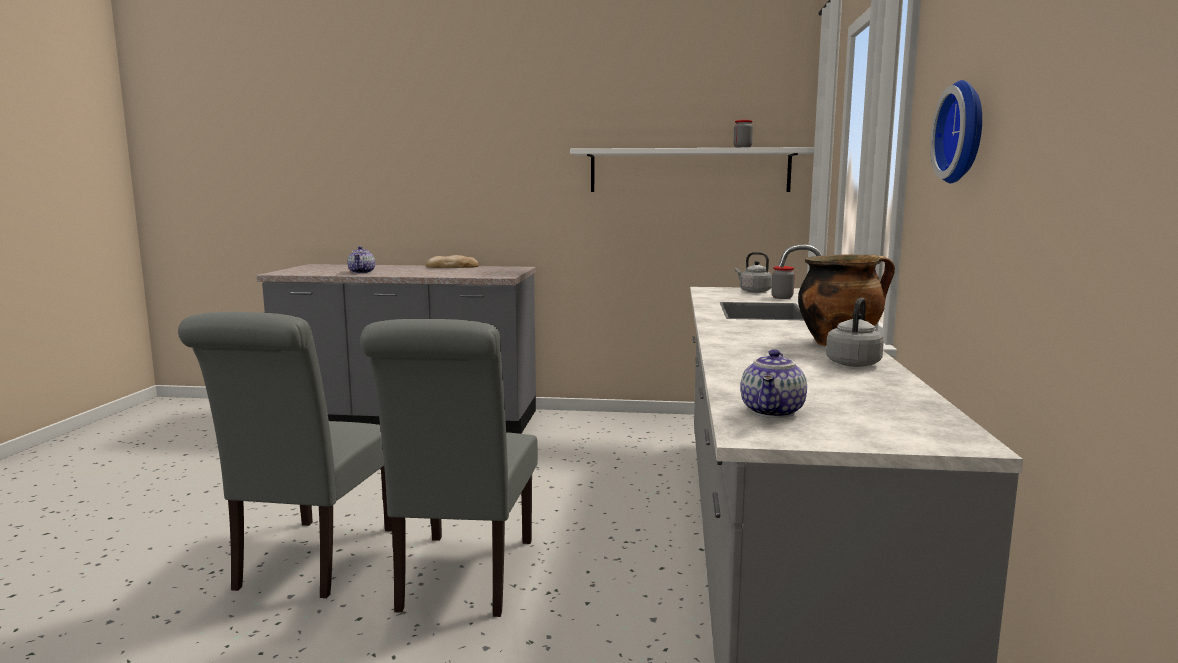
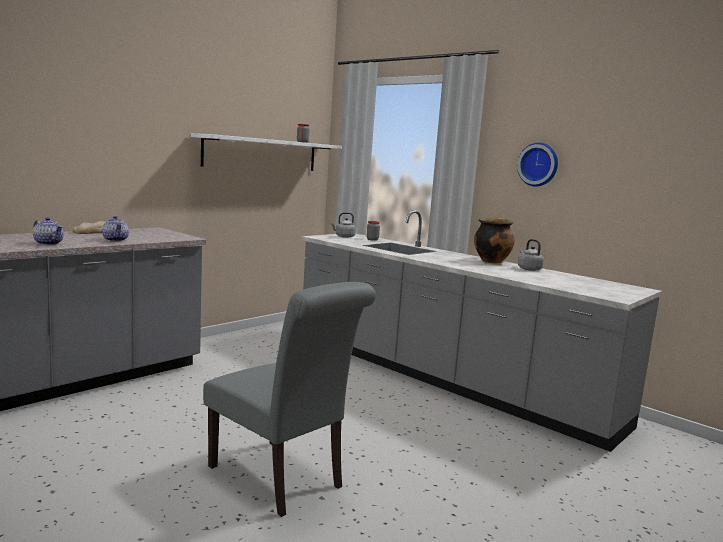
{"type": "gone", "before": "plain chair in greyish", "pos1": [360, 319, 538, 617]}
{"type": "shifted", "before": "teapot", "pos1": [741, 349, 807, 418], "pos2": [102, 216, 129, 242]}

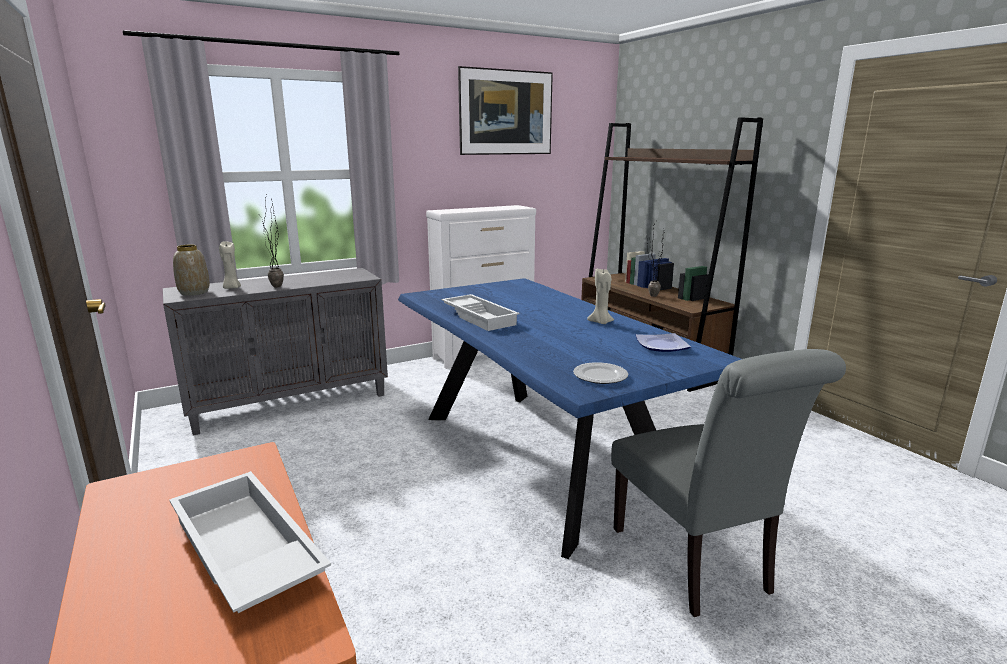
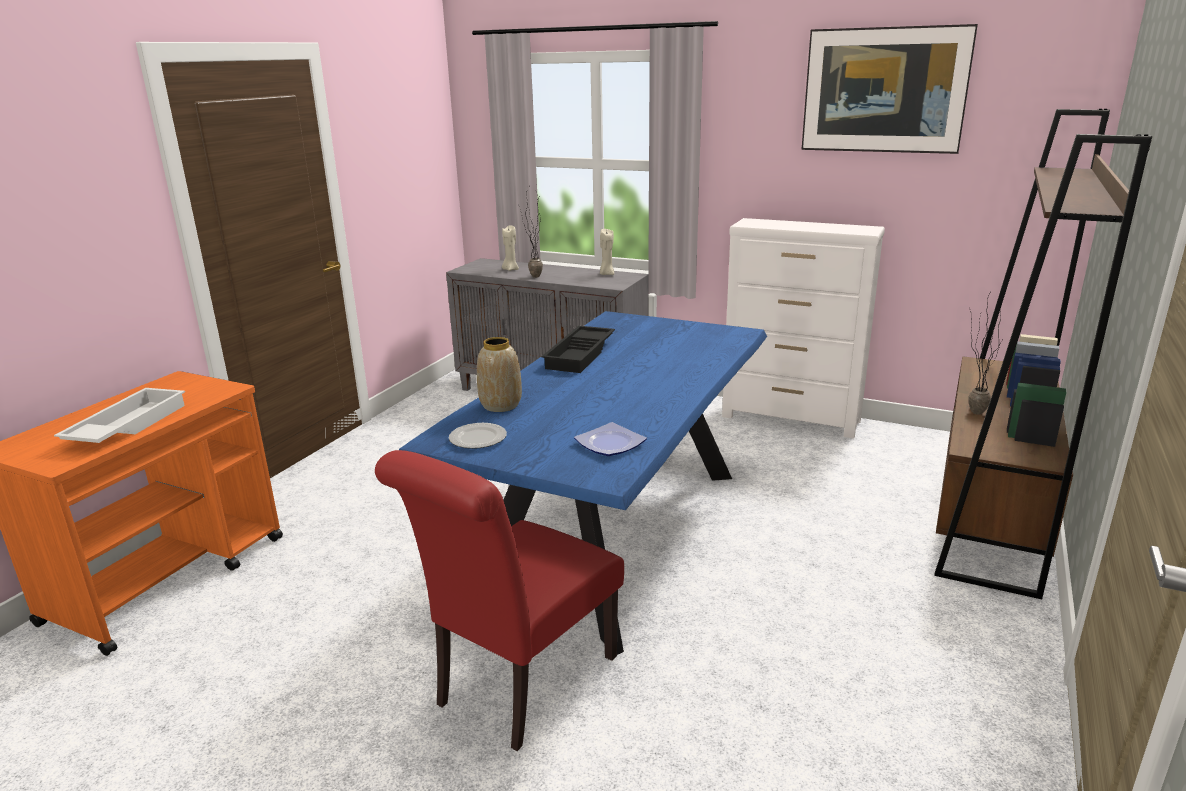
{"type": "shifted", "before": "decorative vase", "pos1": [173, 244, 210, 296], "pos2": [477, 337, 522, 412]}
{"type": "shifted", "before": "wax candle in sand-coloured", "pos1": [587, 269, 614, 324], "pos2": [600, 229, 614, 275]}
{"type": "repainted", "before": "tray in white", "after": "tray in black", "pos1": [441, 294, 519, 331], "pos2": [542, 326, 615, 373]}
{"type": "repainted", "before": "plain chair in greyish", "after": "plain chair in reddish", "pos1": [611, 349, 846, 617], "pos2": [375, 450, 624, 751]}

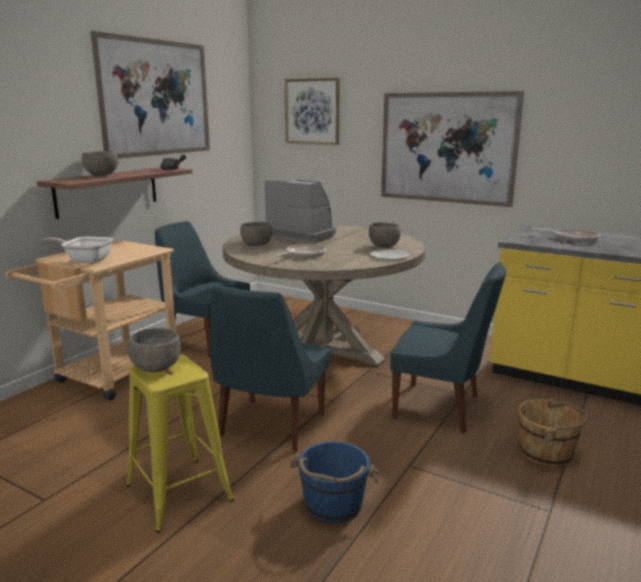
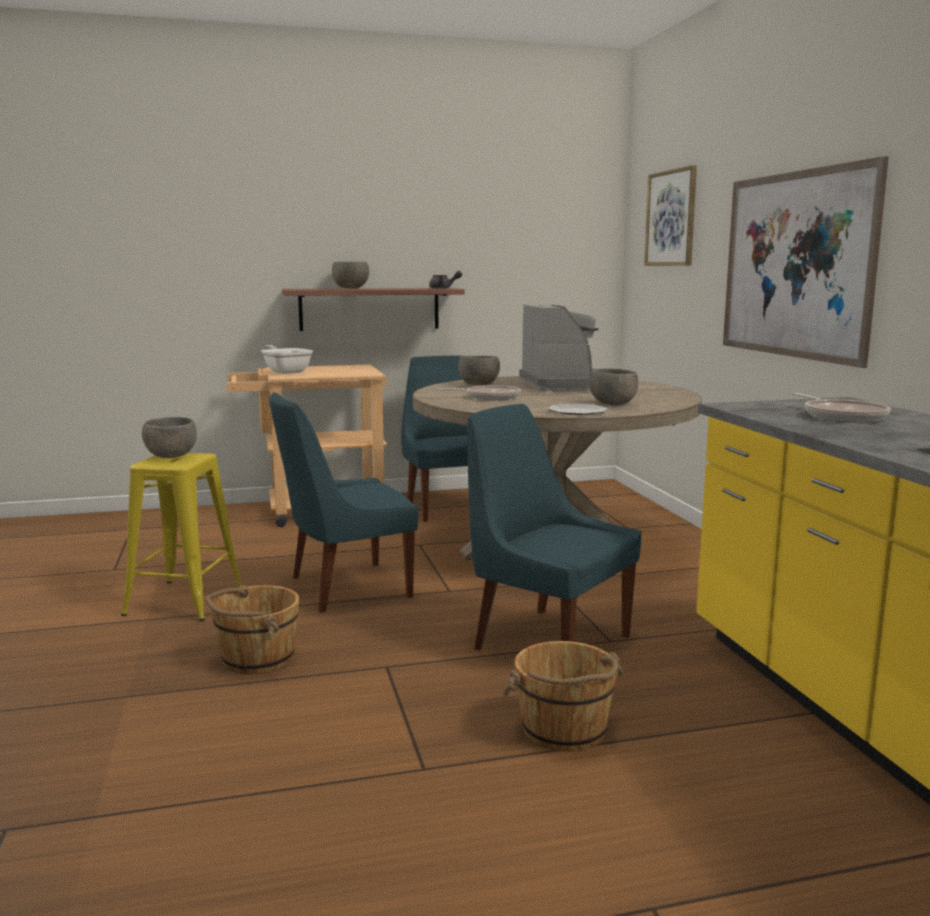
{"type": "gone", "before": "picture", "pos1": [90, 31, 210, 159]}
{"type": "repainted", "before": "bucket in bluish", "after": "bucket in brown-coloured", "pos1": [290, 441, 379, 523], "pos2": [205, 585, 300, 674]}
{"type": "rotated", "before": "plain chair in bluish", "pos1": [390, 262, 506, 433], "pos2": [468, 404, 641, 650], "turn": 150}

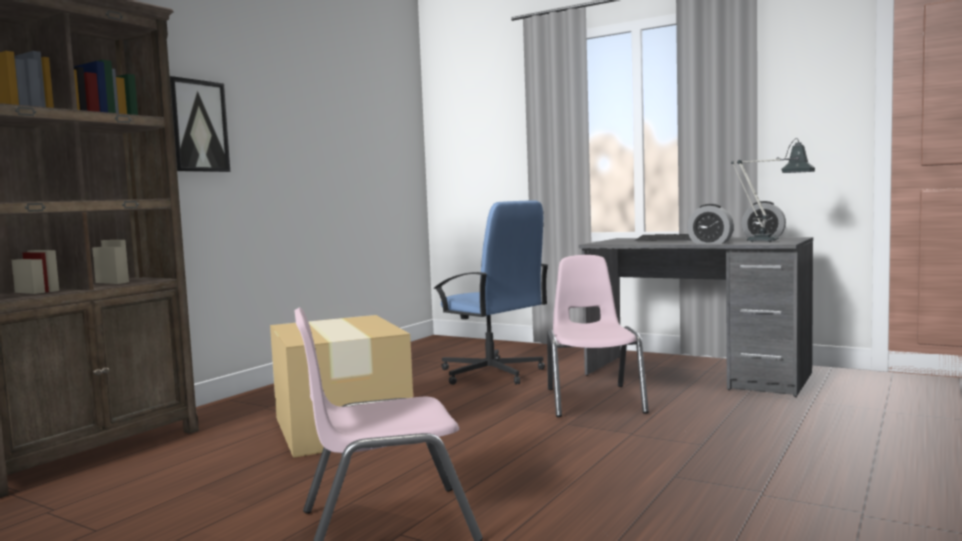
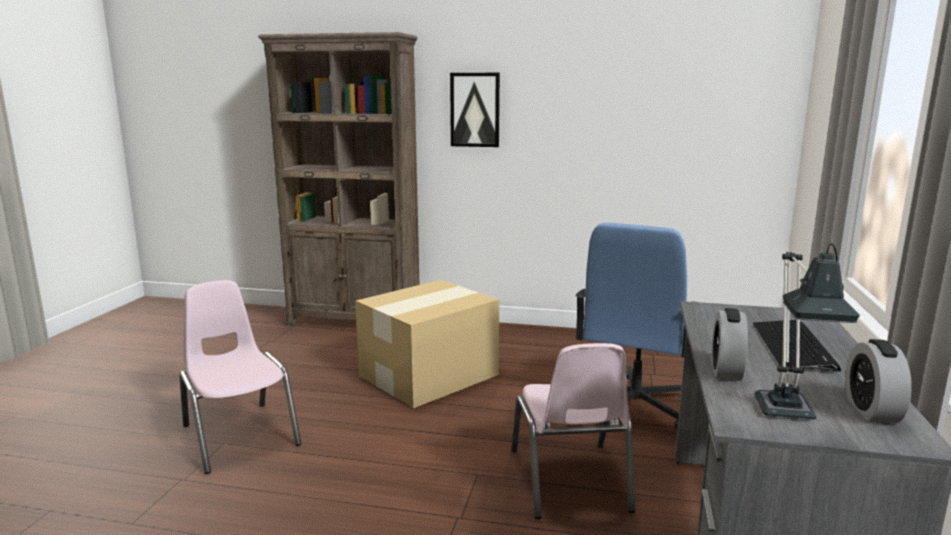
{"type": "rotated", "before": "plain chair in pink", "pos1": [547, 255, 649, 417], "pos2": [511, 343, 635, 519], "turn": 105}

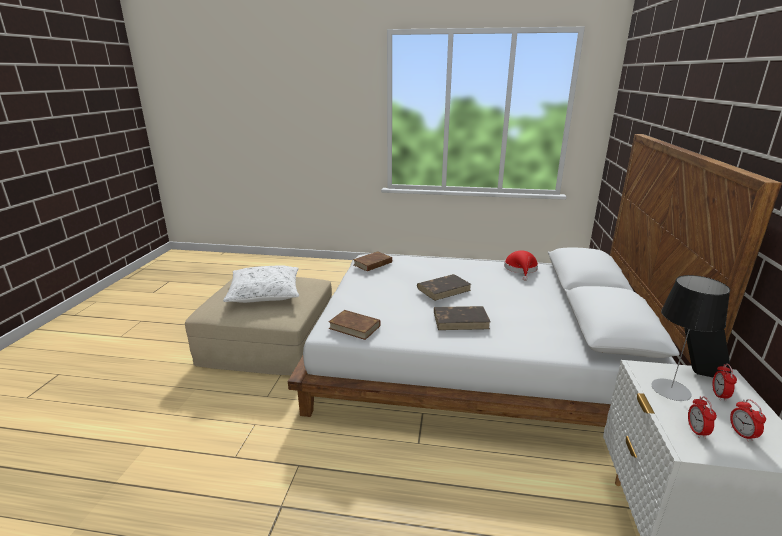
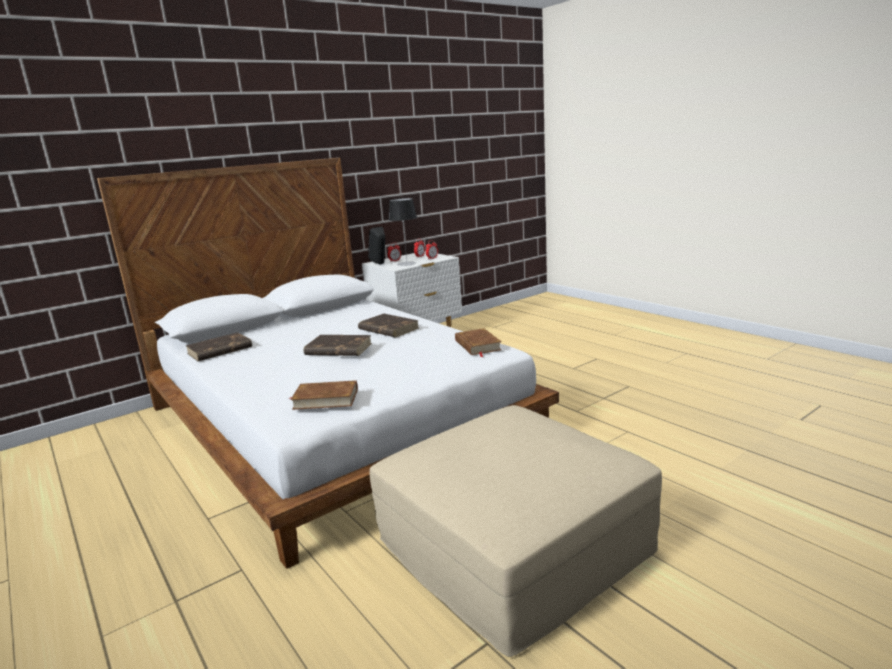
{"type": "gone", "before": "cushion in white", "pos1": [223, 265, 299, 303]}
{"type": "swapped", "before": "clothing hat in reddish", "after": "bound book in brown-coloured", "pos1": [504, 250, 538, 281], "pos2": [185, 332, 252, 361]}

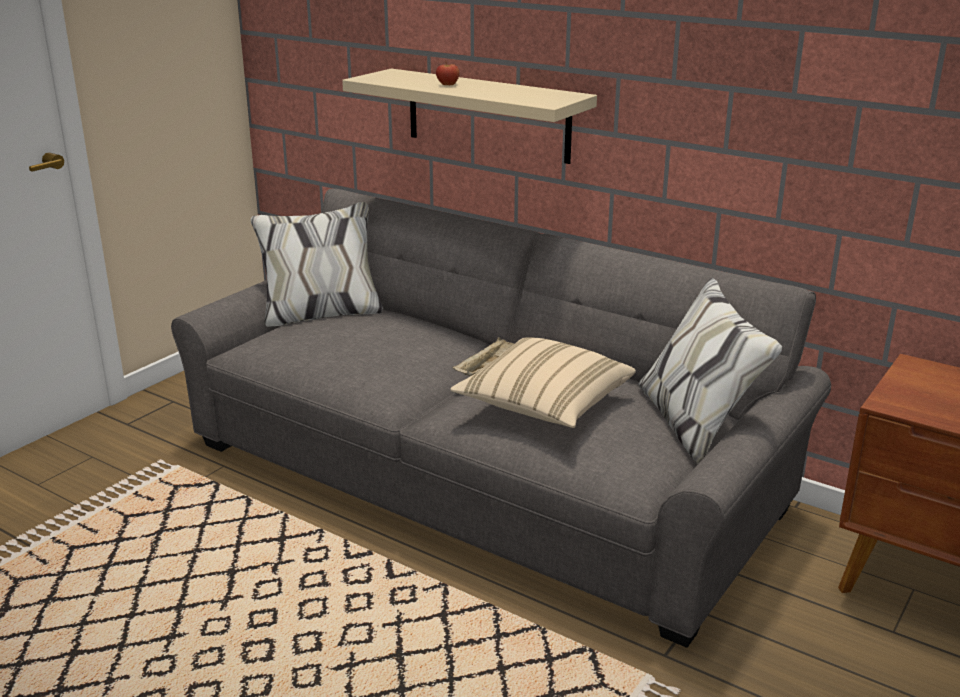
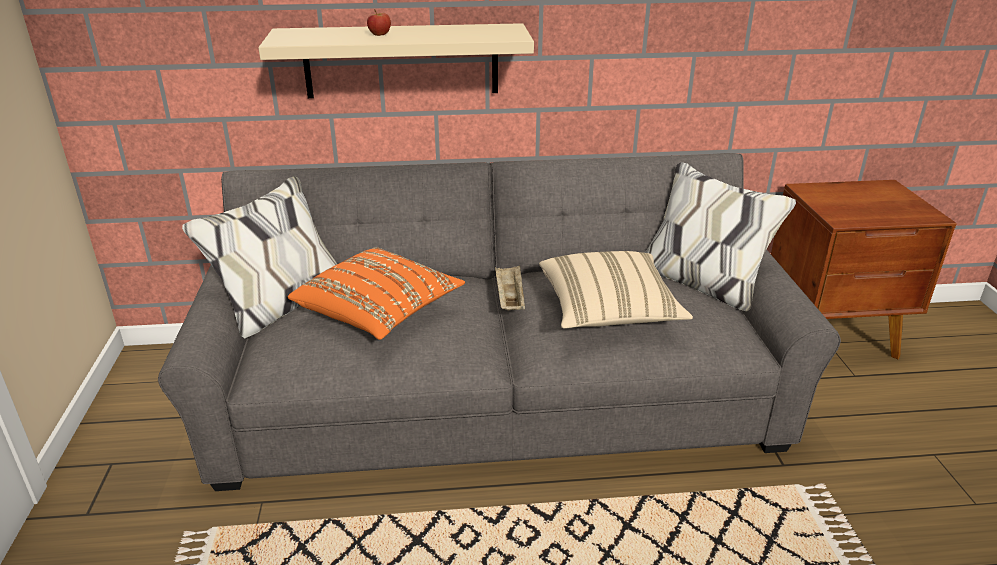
{"type": "new", "after": "cushion in orange", "pos2": [288, 247, 465, 340]}

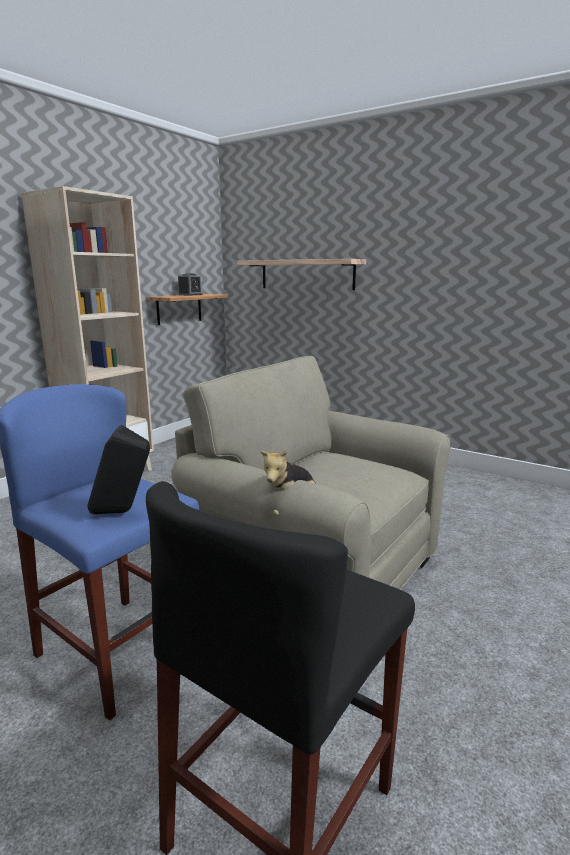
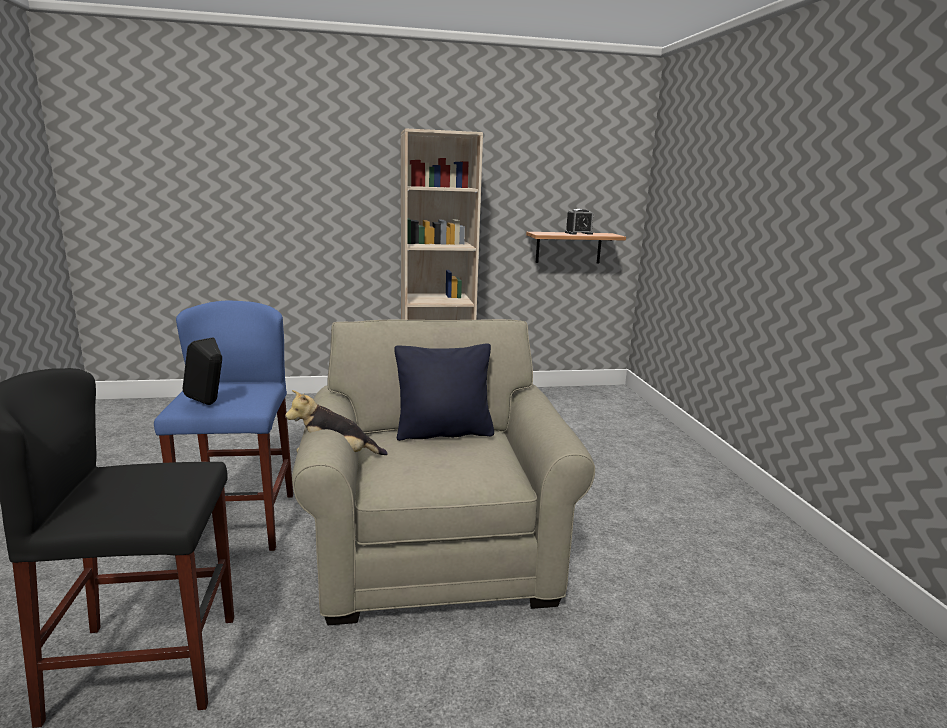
{"type": "gone", "before": "shelf", "pos1": [238, 259, 366, 290]}
{"type": "new", "after": "cushion in black", "pos2": [394, 343, 494, 441]}

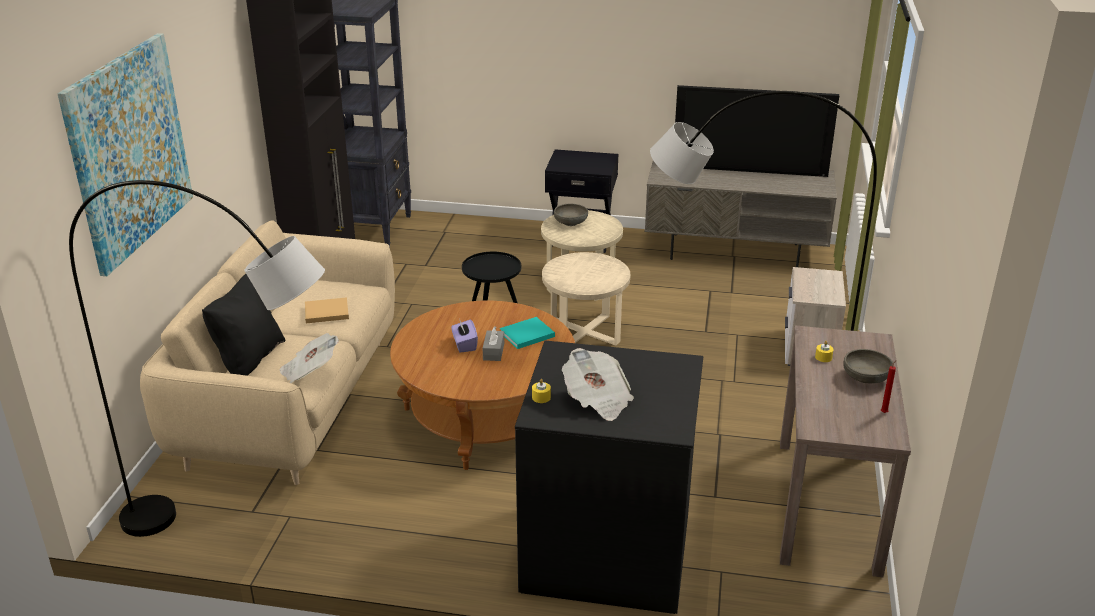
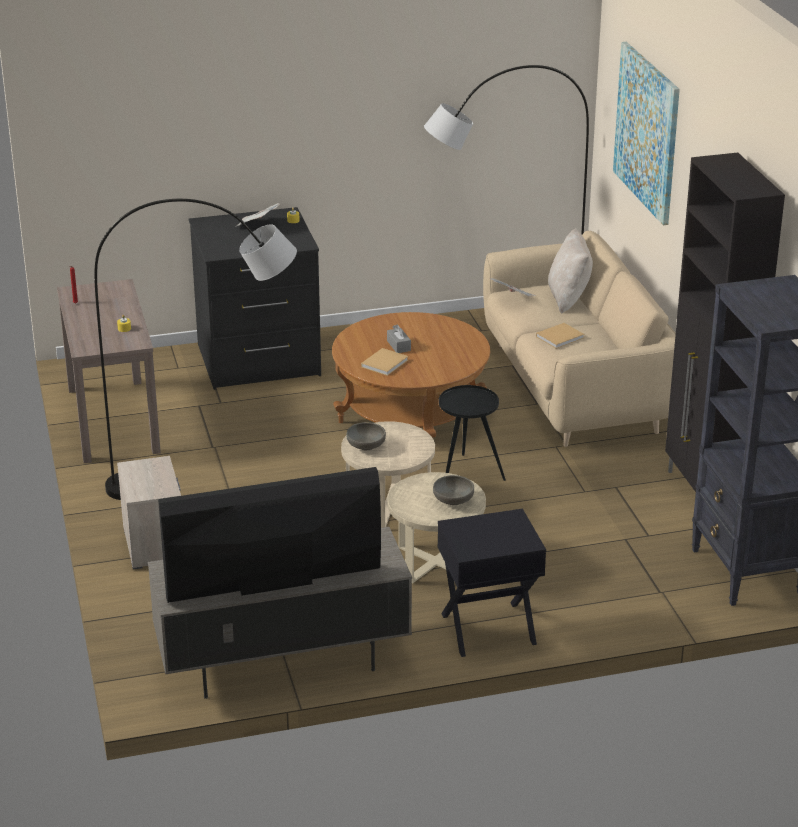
{"type": "gone", "before": "tissue box in purplish", "pos1": [451, 320, 478, 353]}
{"type": "shifted", "before": "serving bowl in greyish", "pos1": [843, 349, 893, 383], "pos2": [346, 422, 386, 450]}
{"type": "repainted", "before": "cushion in black", "after": "cushion in sand-coloured", "pos1": [202, 274, 286, 376], "pos2": [548, 228, 593, 314]}
{"type": "repainted", "before": "bound book in turquoise", "after": "bound book in sand-coloured", "pos1": [500, 317, 555, 349], "pos2": [361, 348, 408, 376]}

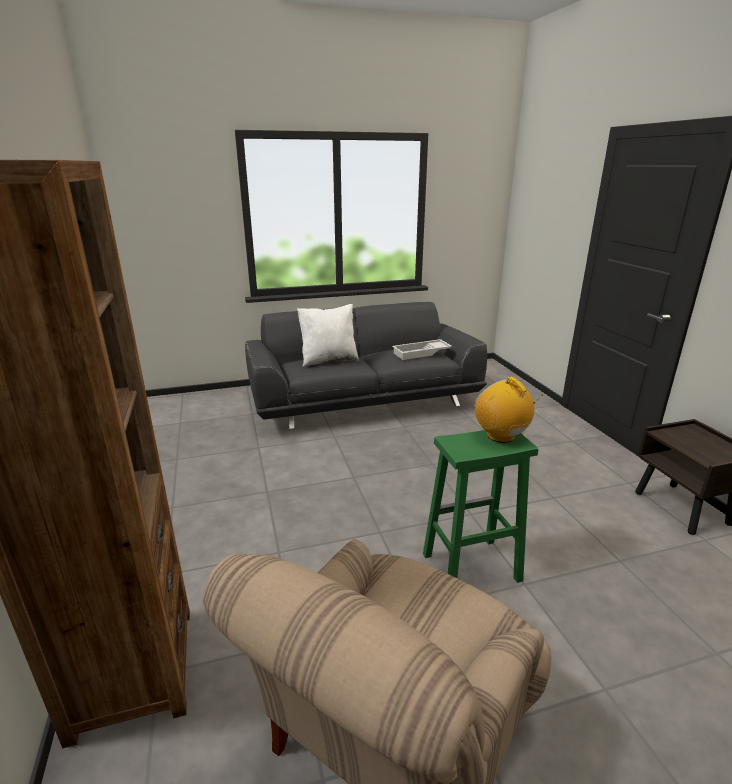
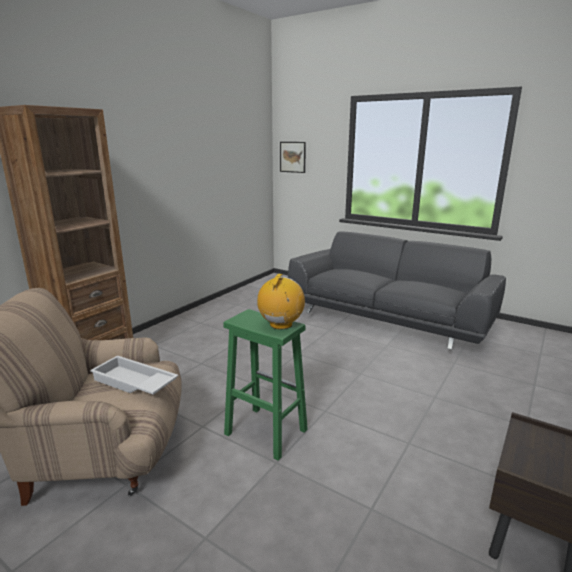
{"type": "gone", "before": "cushion in white", "pos1": [297, 304, 359, 367]}
{"type": "new", "after": "picture", "pos2": [280, 142, 306, 173]}
{"type": "shifted", "before": "tray in white", "pos1": [392, 339, 452, 360], "pos2": [90, 355, 179, 394]}

